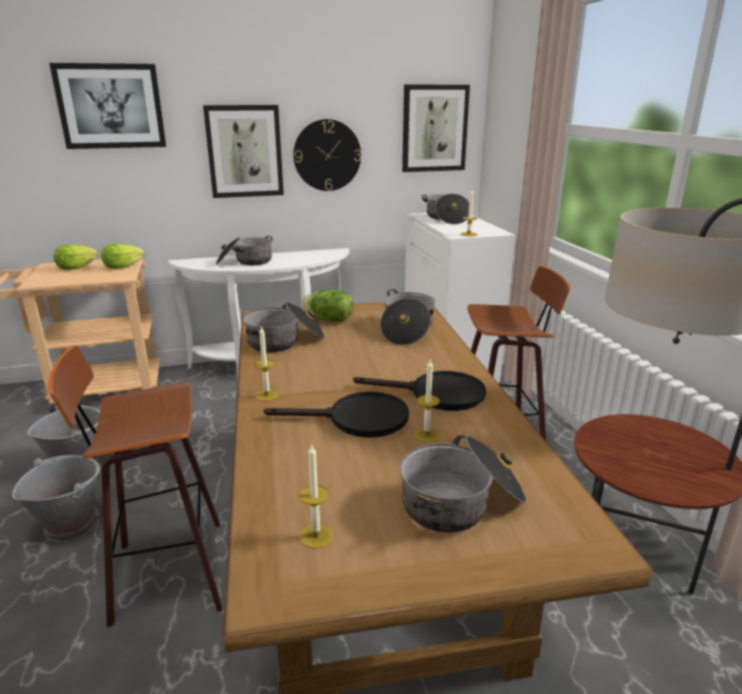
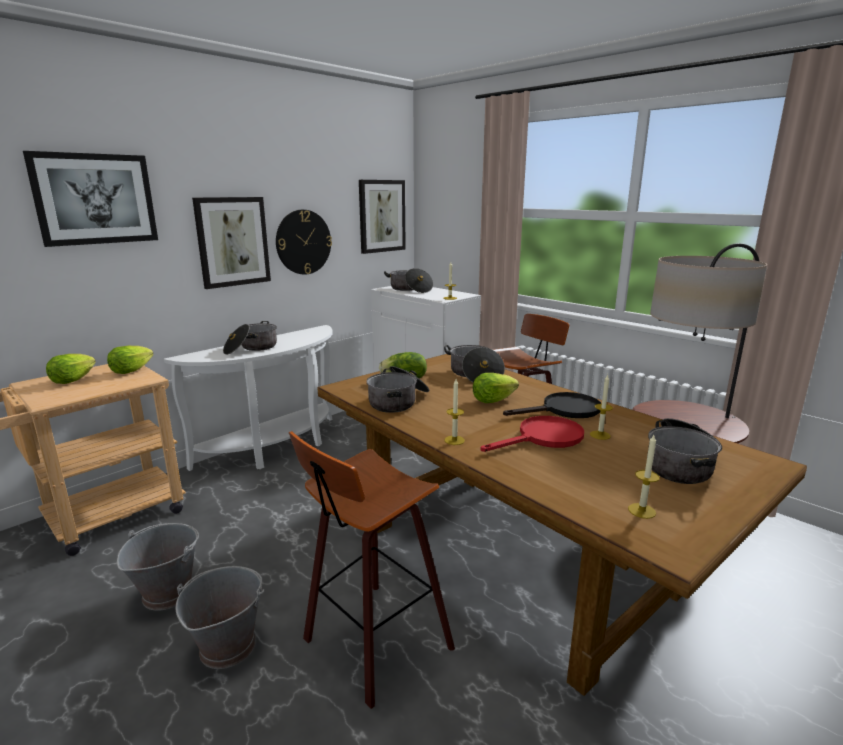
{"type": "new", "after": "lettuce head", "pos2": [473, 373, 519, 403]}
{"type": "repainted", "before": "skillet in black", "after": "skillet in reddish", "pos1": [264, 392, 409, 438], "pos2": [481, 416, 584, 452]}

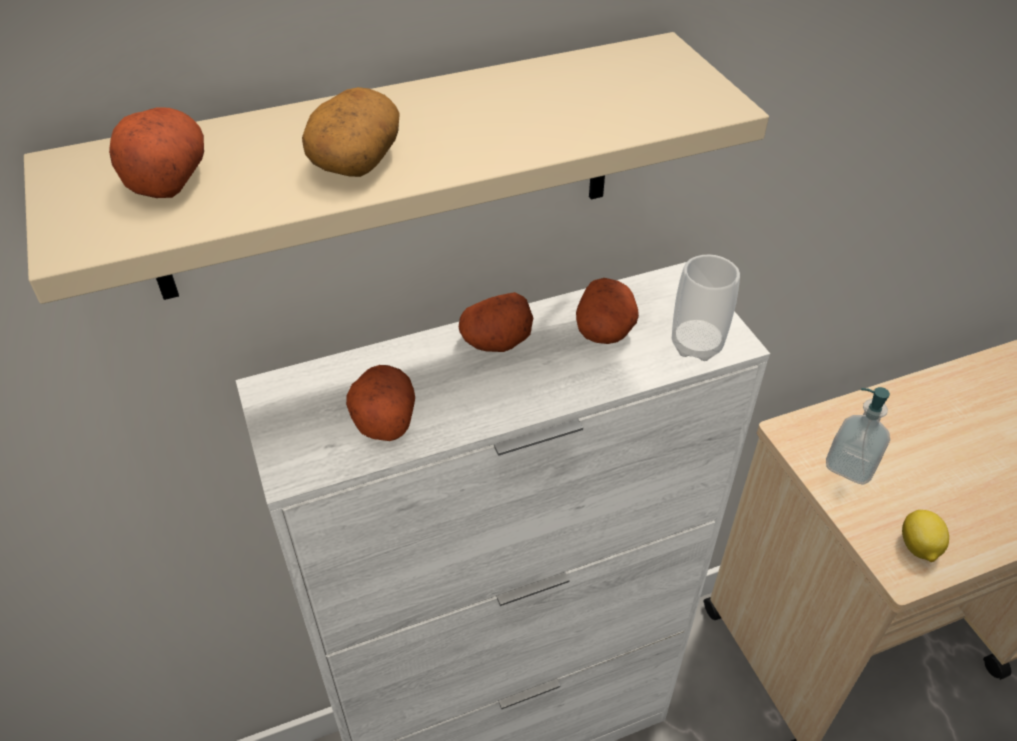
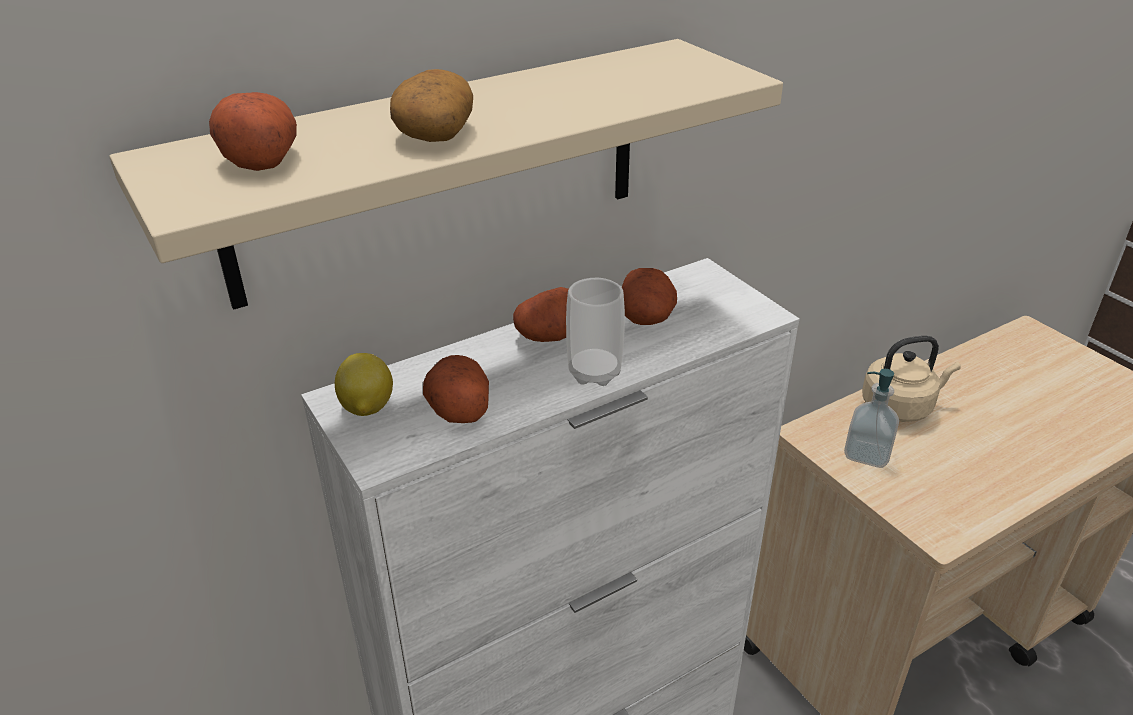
{"type": "new", "after": "tea kettle in sand-coloured", "pos2": [862, 336, 961, 422]}
{"type": "shifted", "before": "cup", "pos1": [672, 255, 740, 361], "pos2": [566, 278, 625, 386]}
{"type": "shifted", "before": "whole lemon", "pos1": [902, 510, 949, 562], "pos2": [335, 353, 393, 416]}

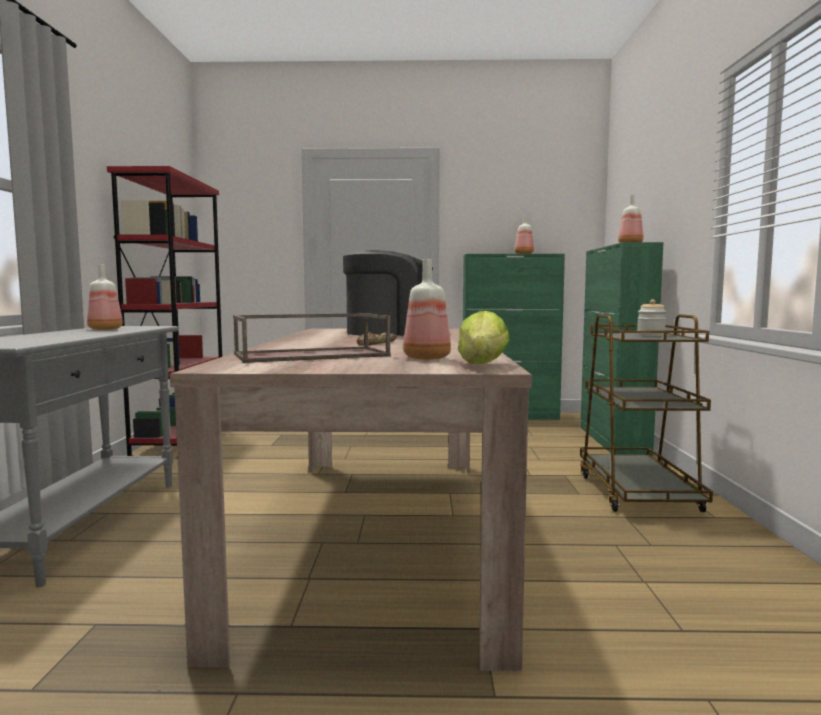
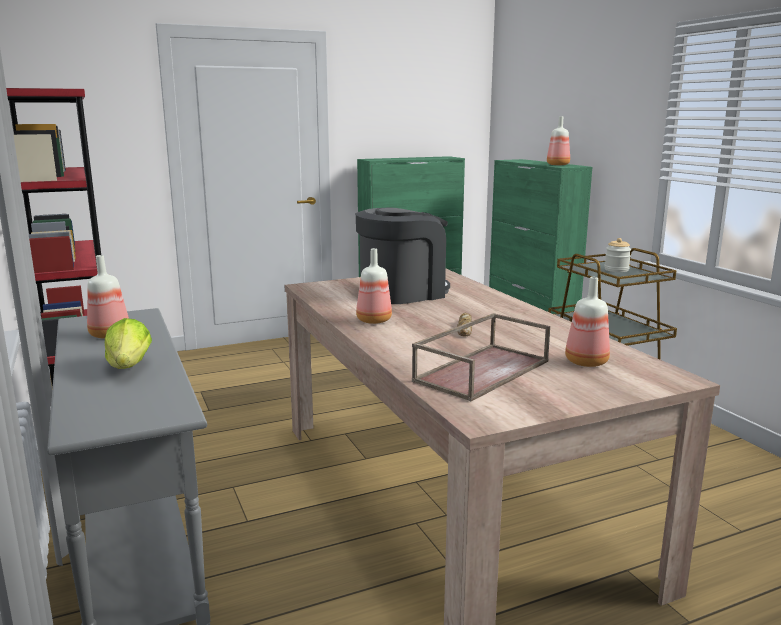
{"type": "shifted", "before": "lettuce head", "pos1": [458, 310, 510, 364], "pos2": [105, 318, 152, 369]}
{"type": "shifted", "before": "bottle", "pos1": [515, 215, 534, 254], "pos2": [356, 248, 392, 324]}

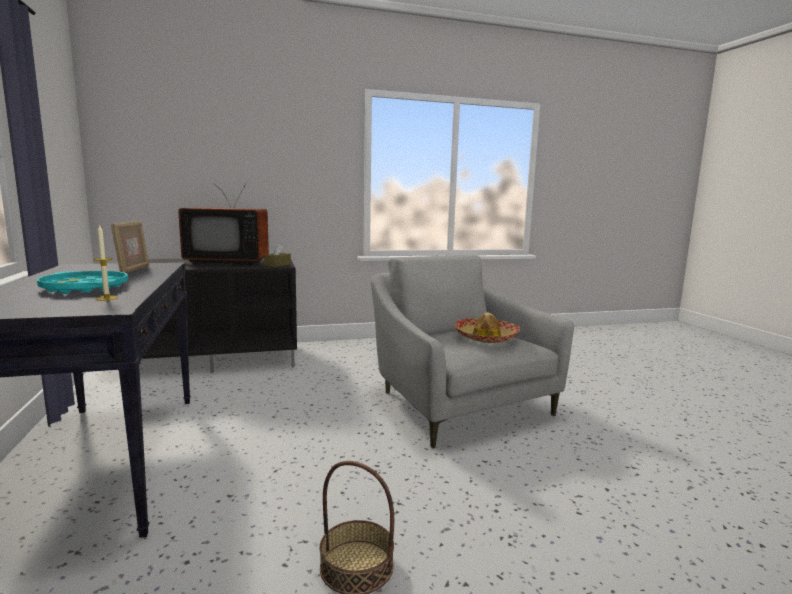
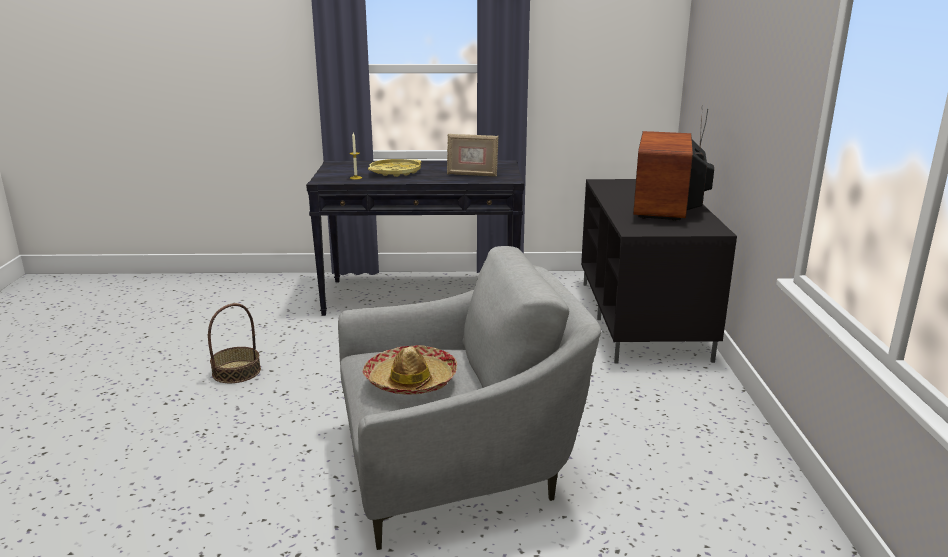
{"type": "gone", "before": "tissue box in brown-coloured", "pos1": [264, 244, 291, 267]}
{"type": "repainted", "before": "tray in turquoise", "after": "tray in yellow-coloured", "pos1": [37, 271, 128, 294], "pos2": [368, 159, 421, 177]}

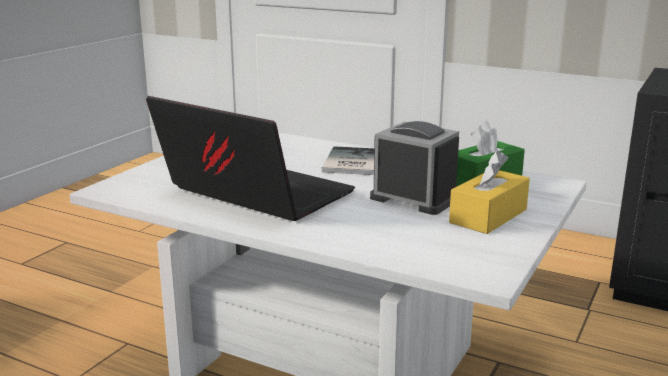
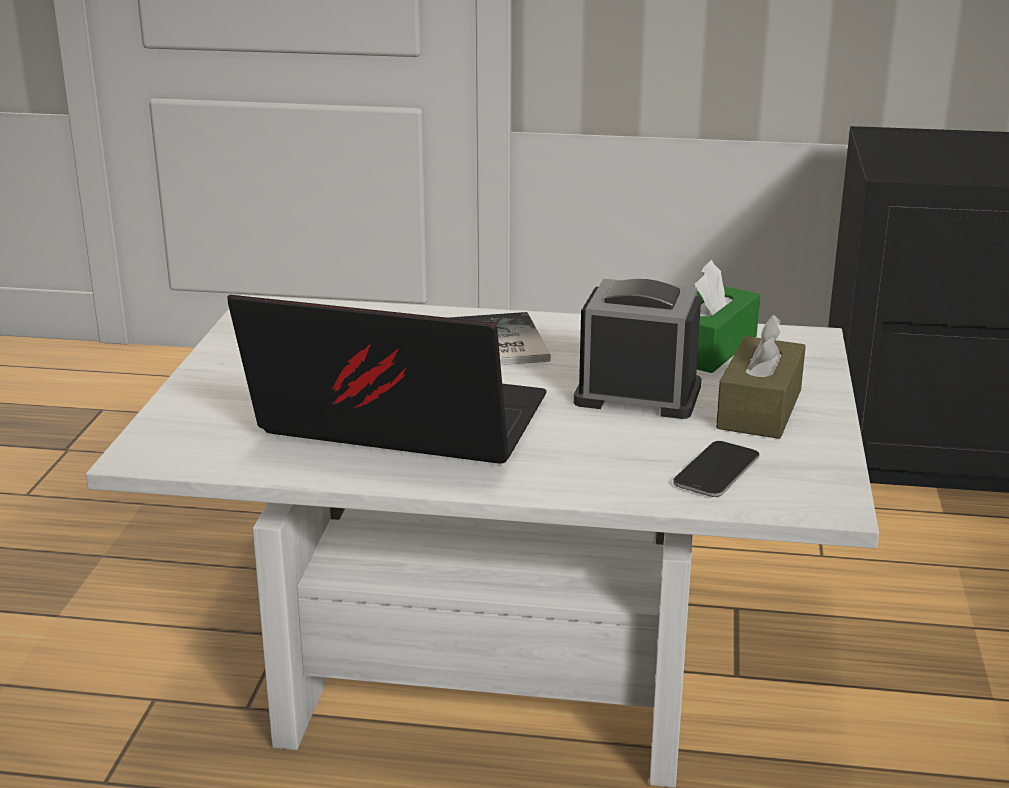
{"type": "new", "after": "telephone", "pos2": [673, 441, 759, 497]}
{"type": "repainted", "before": "tissue box in yellow-coloured", "after": "tissue box in brown-coloured", "pos1": [449, 151, 530, 234], "pos2": [716, 315, 806, 439]}

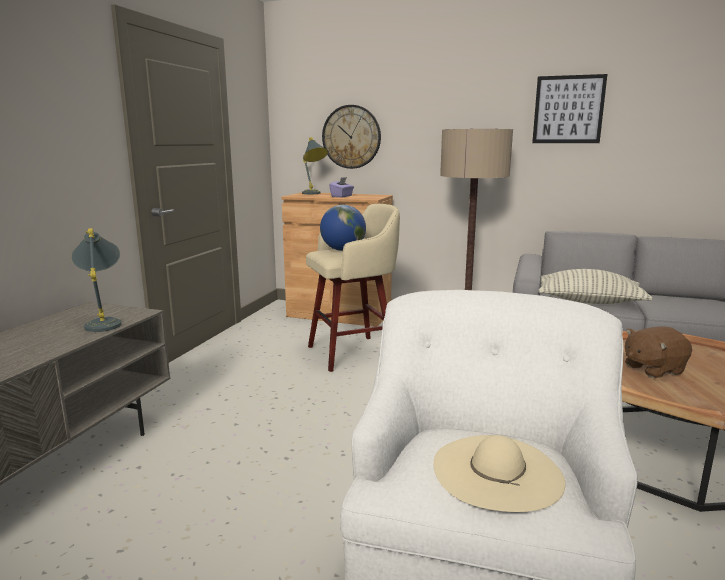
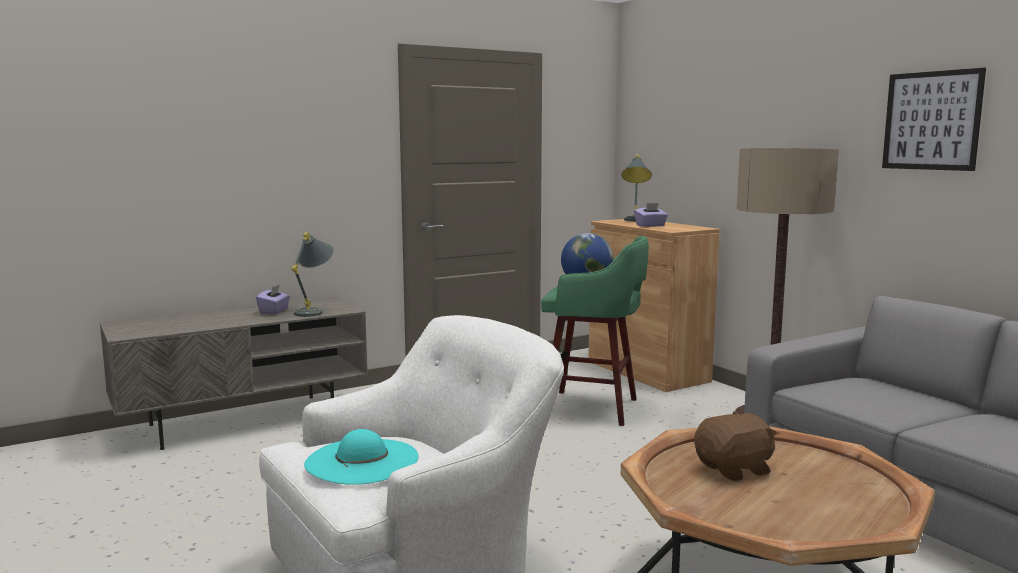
{"type": "gone", "before": "clock on the wall", "pos1": [322, 105, 381, 169]}
{"type": "gone", "before": "cushion", "pos1": [538, 269, 653, 304]}
{"type": "new", "after": "tissue box in purplish", "pos2": [256, 285, 290, 314]}
{"type": "repainted", "before": "stool in sand-coloured", "after": "stool in green-coloured", "pos1": [306, 204, 400, 372], "pos2": [541, 236, 649, 426]}
{"type": "repainted", "before": "clothing hat in sand-coloured", "after": "clothing hat in turquoise", "pos1": [433, 435, 565, 512], "pos2": [304, 429, 419, 485]}
{"type": "rotated", "before": "cuddly toy in brown-coloured", "pos1": [625, 326, 692, 378], "pos2": [695, 411, 777, 481], "turn": 135}

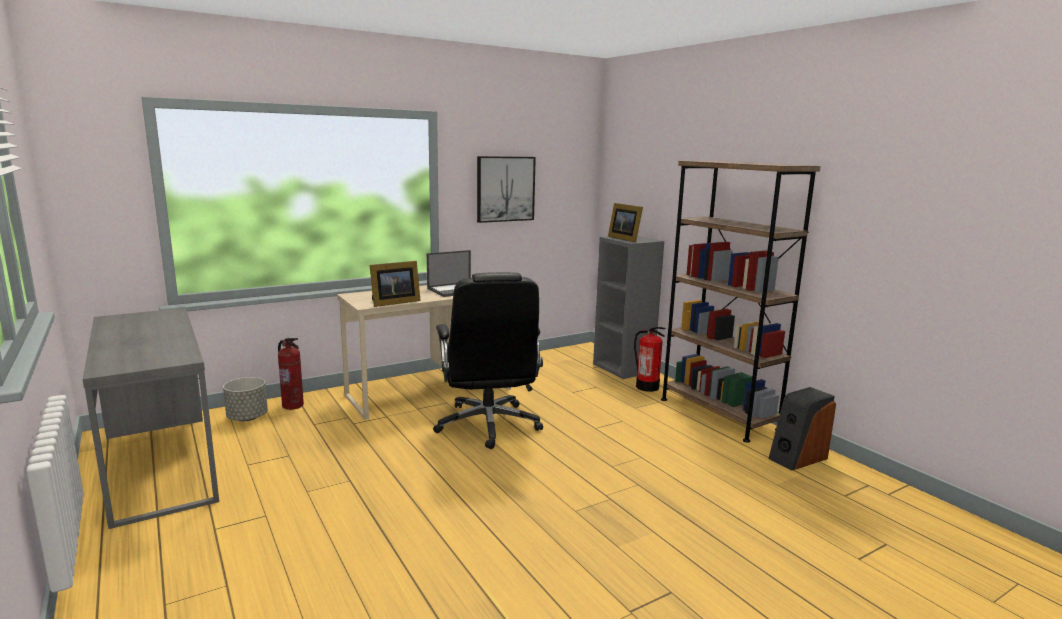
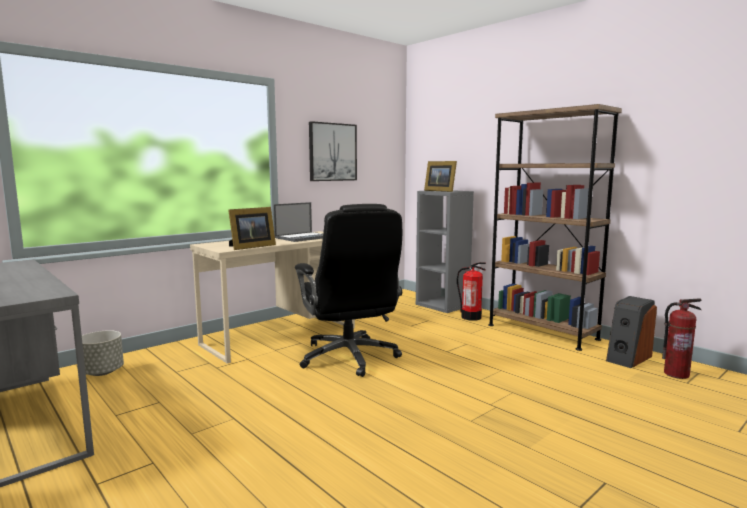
{"type": "shifted", "before": "extinguisher", "pos1": [278, 338, 304, 410], "pos2": [662, 298, 701, 379]}

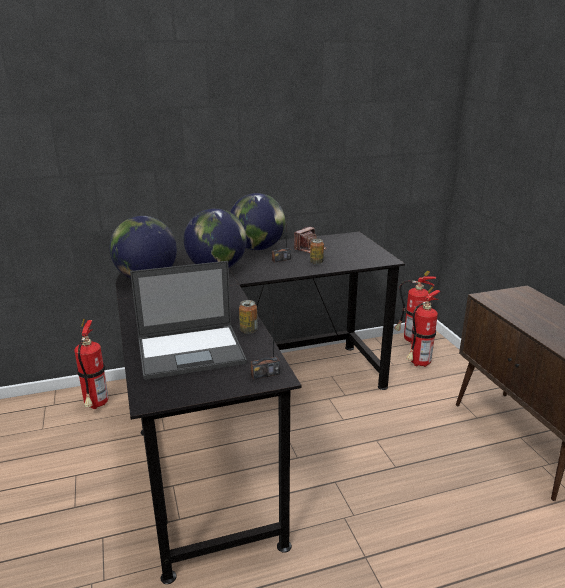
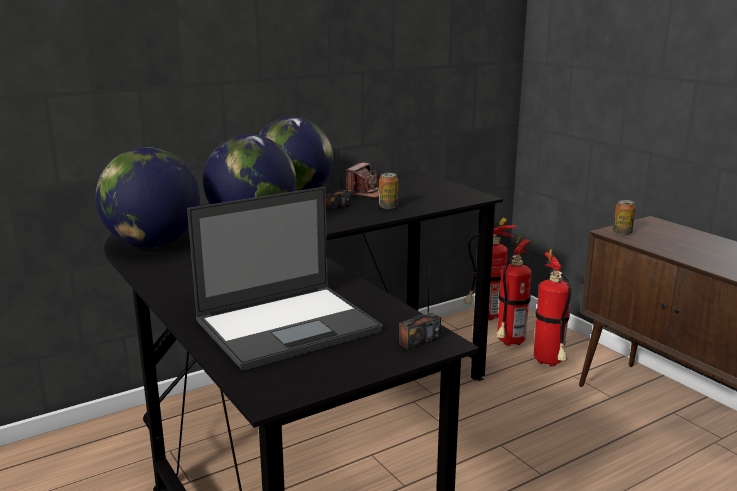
{"type": "shifted", "before": "extinguisher", "pos1": [74, 319, 108, 409], "pos2": [534, 249, 571, 367]}
{"type": "shifted", "before": "can", "pos1": [239, 300, 258, 334], "pos2": [613, 200, 635, 235]}

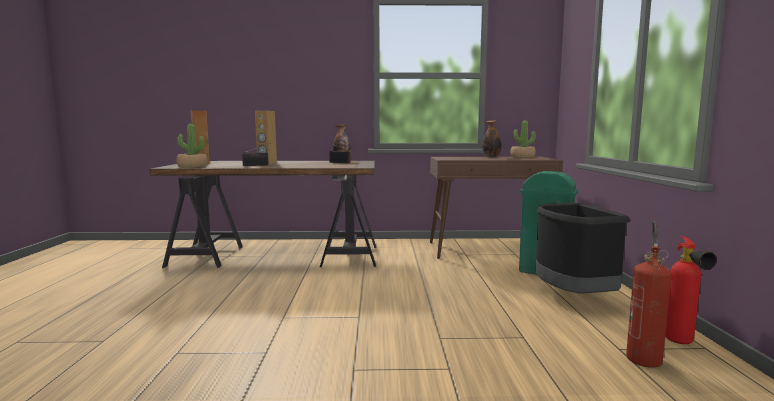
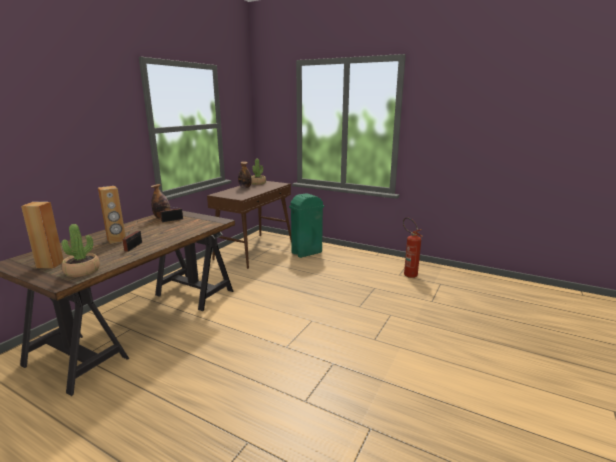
{"type": "gone", "before": "rubbish bin in black", "pos1": [535, 203, 630, 294]}
{"type": "gone", "before": "extinguisher", "pos1": [665, 236, 717, 344]}

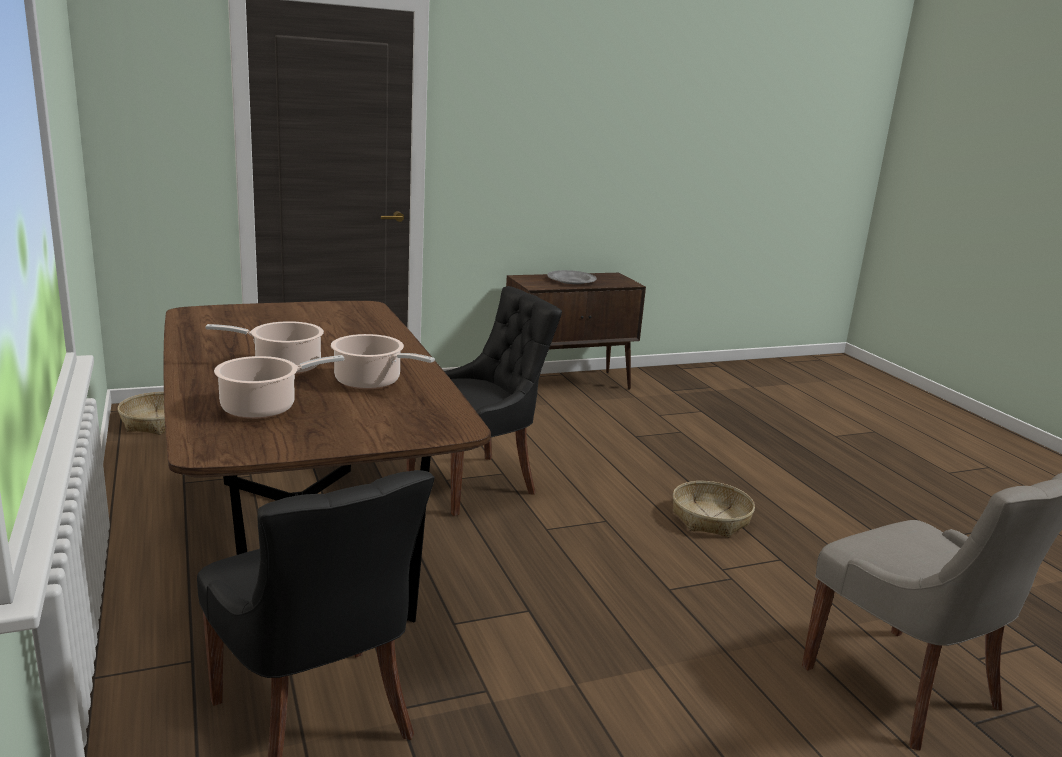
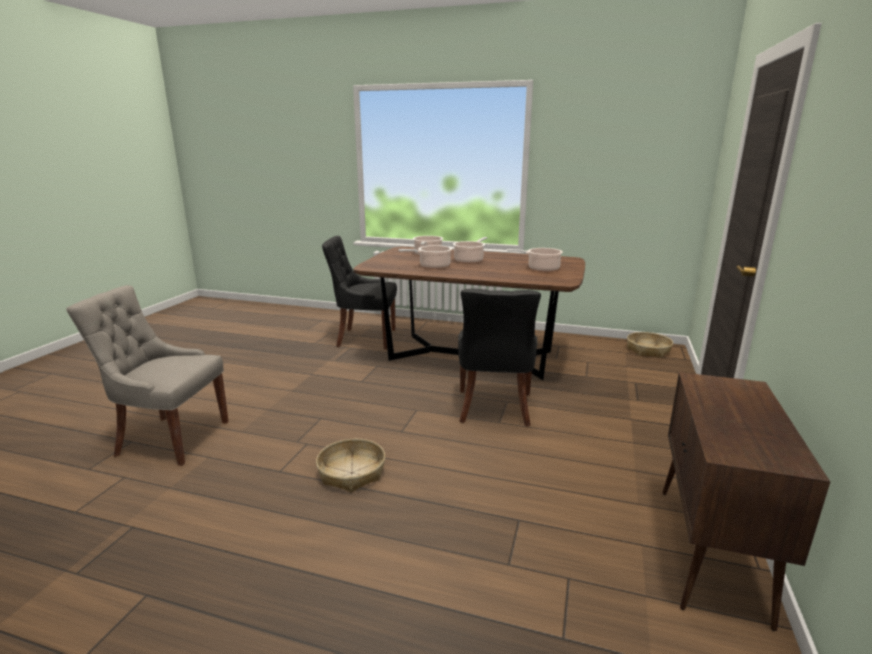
{"type": "gone", "before": "dinner plate in greyish", "pos1": [547, 270, 597, 284]}
{"type": "new", "after": "stockpot", "pos2": [507, 248, 563, 272]}

